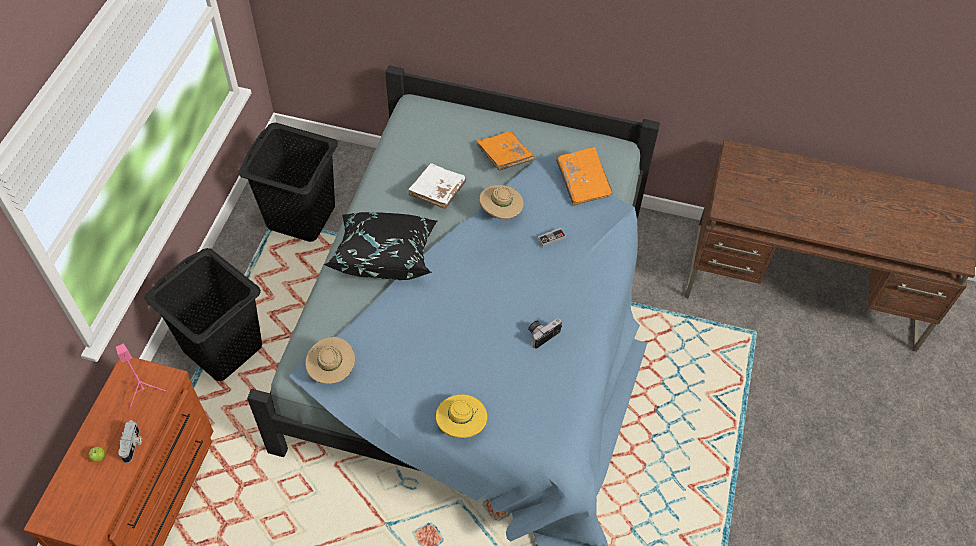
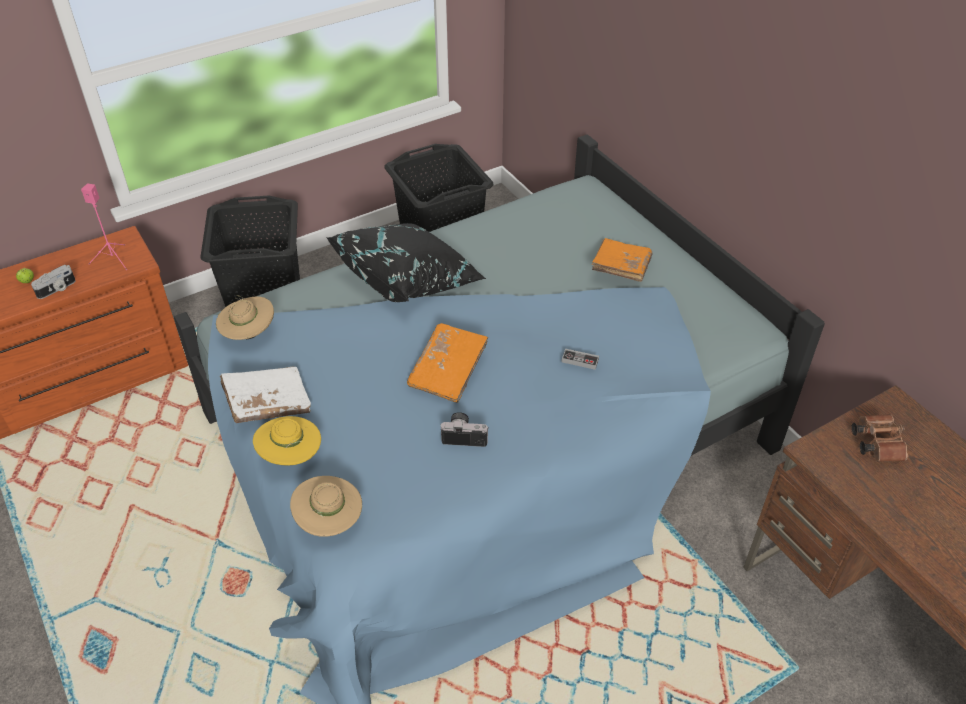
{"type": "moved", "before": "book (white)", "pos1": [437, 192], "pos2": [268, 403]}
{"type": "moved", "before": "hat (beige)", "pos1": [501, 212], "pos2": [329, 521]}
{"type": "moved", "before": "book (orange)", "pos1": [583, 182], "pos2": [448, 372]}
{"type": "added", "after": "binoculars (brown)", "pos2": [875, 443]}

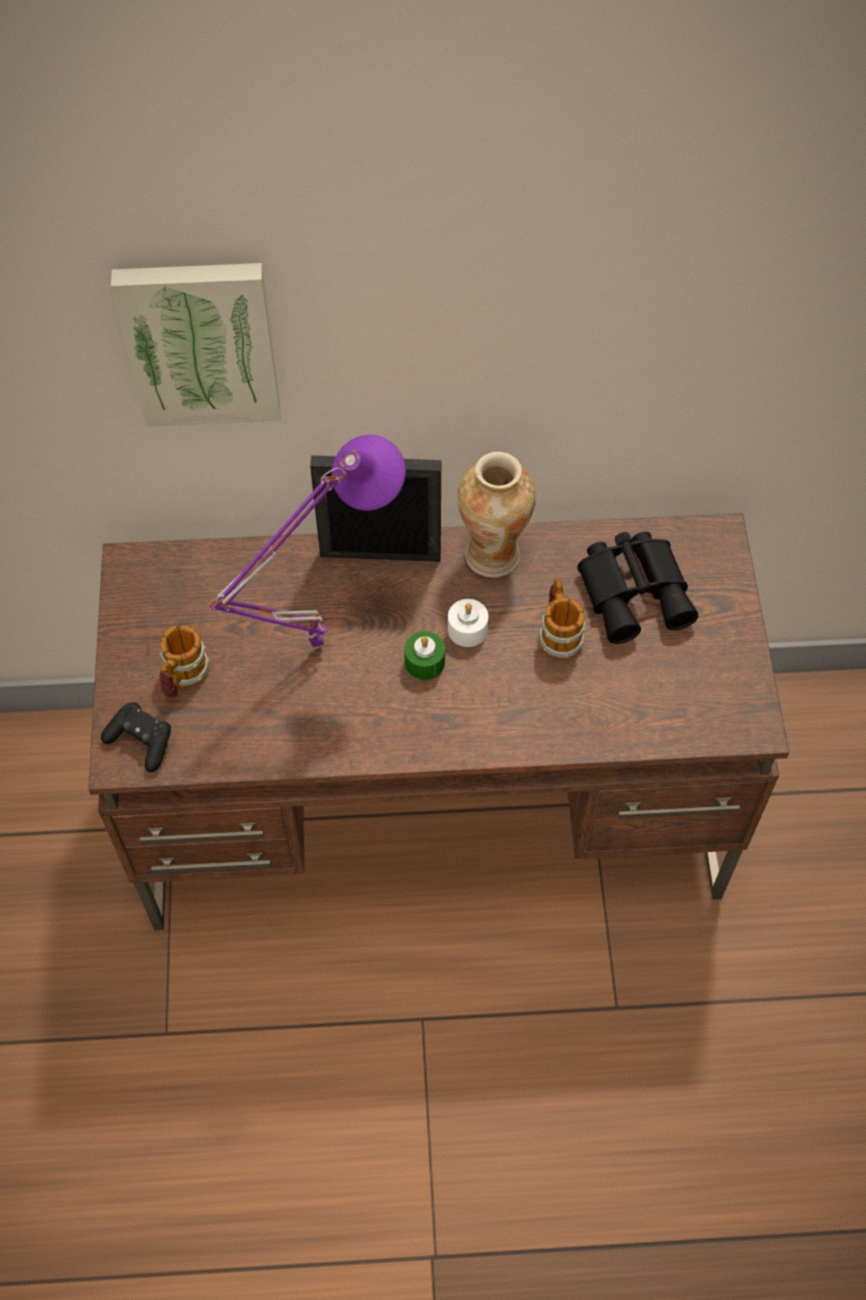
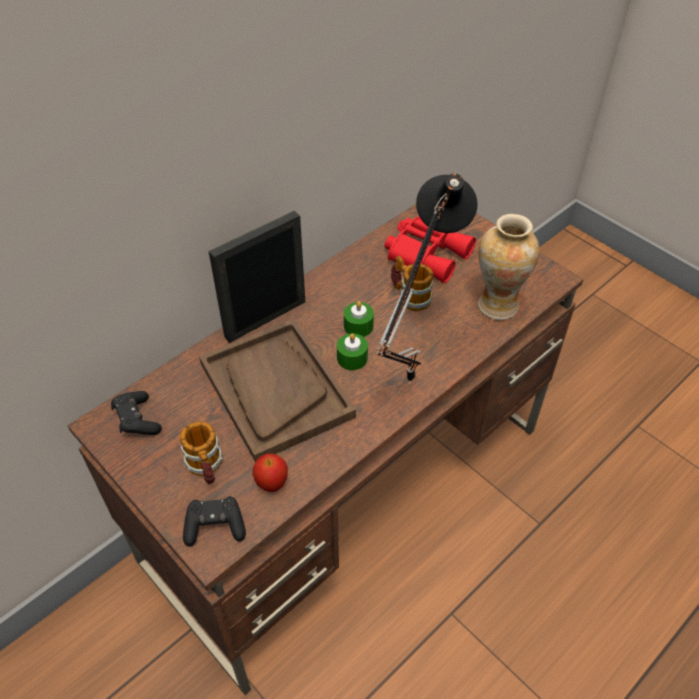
{"type": "added", "after": "game controller (black)", "pos2": [137, 420]}
{"type": "replaced", "before": "table lamp (purple)", "after": "tray (brown)", "pos1": [316, 643], "pos2": [275, 390]}
{"type": "added", "after": "apple", "pos2": [272, 484]}
{"type": "recoloured", "before": "candle (white)", "after": "candle (green)", "pos1": [467, 629], "pos2": [358, 326]}
{"type": "added", "after": "table lamp (black)", "pos2": [407, 379]}
{"type": "recoloured", "before": "binoculars (black)", "after": "binoculars (red)", "pos1": [636, 591], "pos2": [427, 253]}
{"type": "moved", "before": "vase", "pos1": [493, 554], "pos2": [497, 305]}
{"type": "removed", "before": "picture", "pos1": [200, 341]}

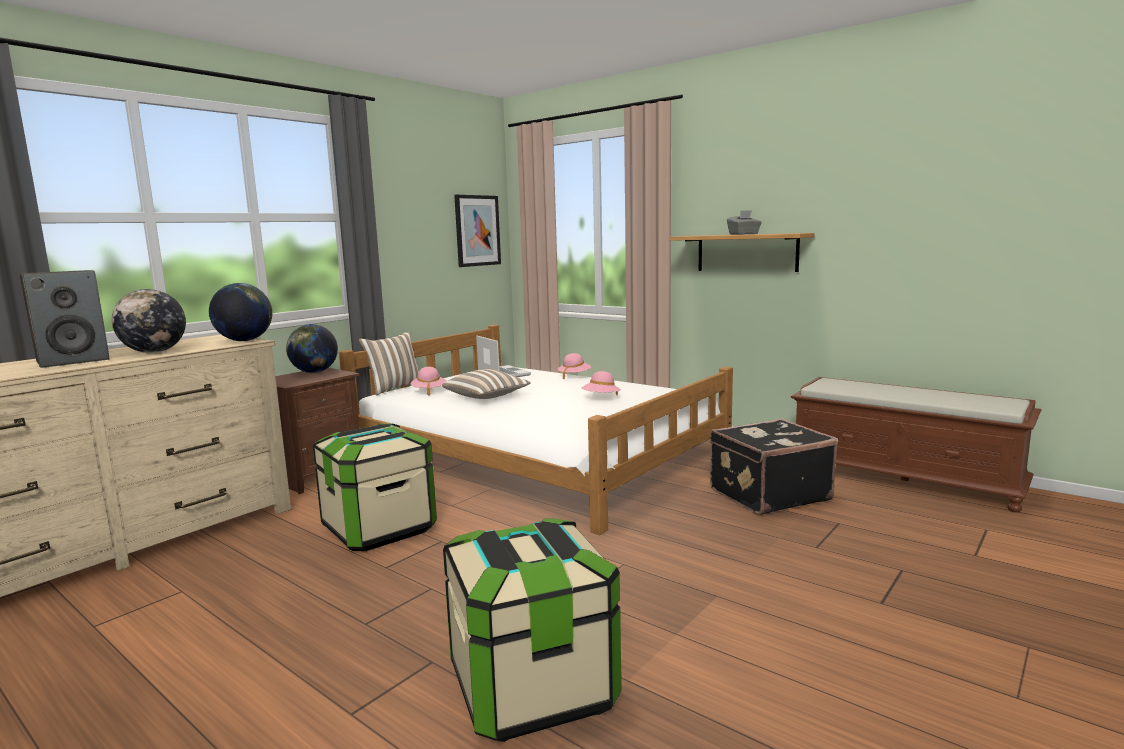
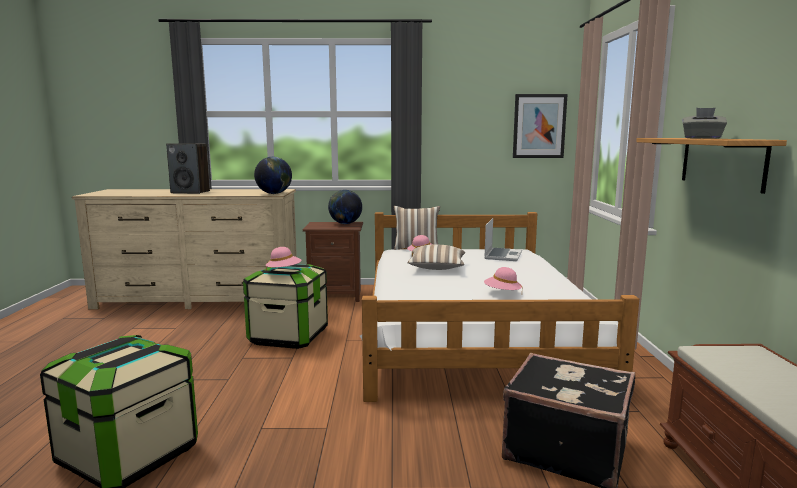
{"type": "moved", "before": "hat (pink)", "pos1": [574, 376], "pos2": [284, 271]}
{"type": "removed", "before": "globe", "pos1": [154, 352]}

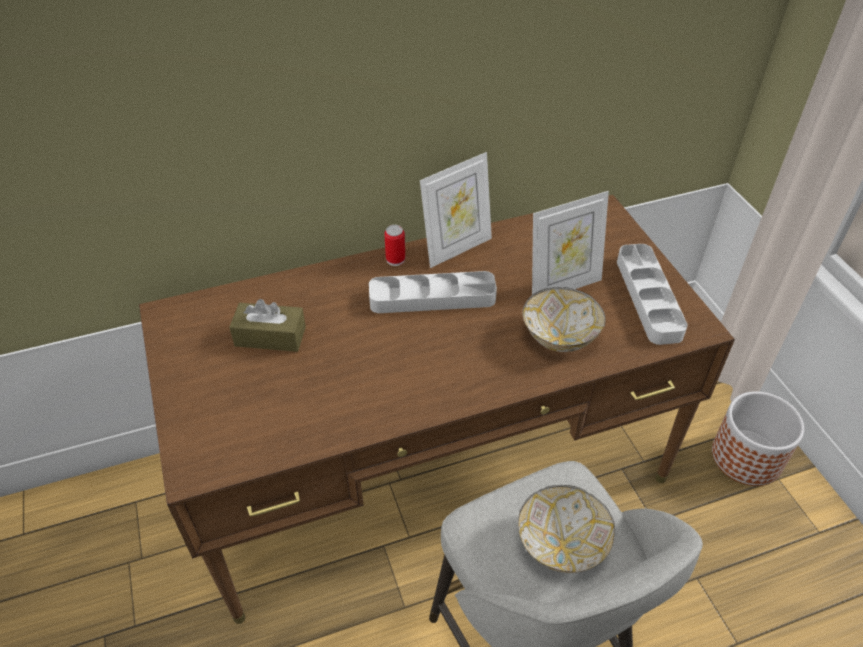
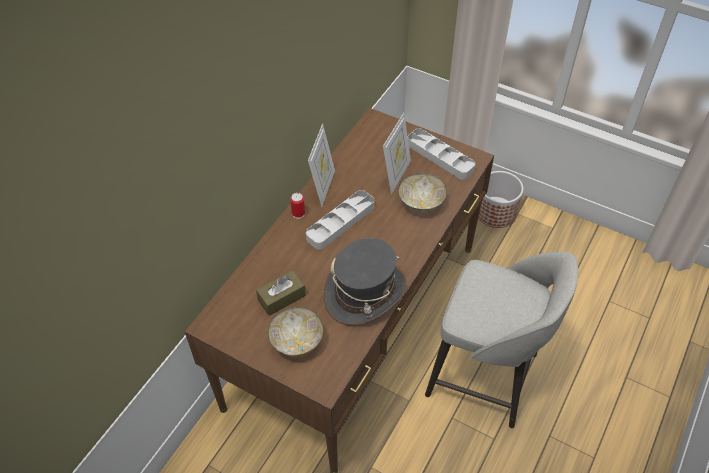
{"type": "moved", "before": "bowl", "pos1": [560, 545], "pos2": [296, 342]}
{"type": "added", "after": "hat (grey)", "pos2": [365, 293]}

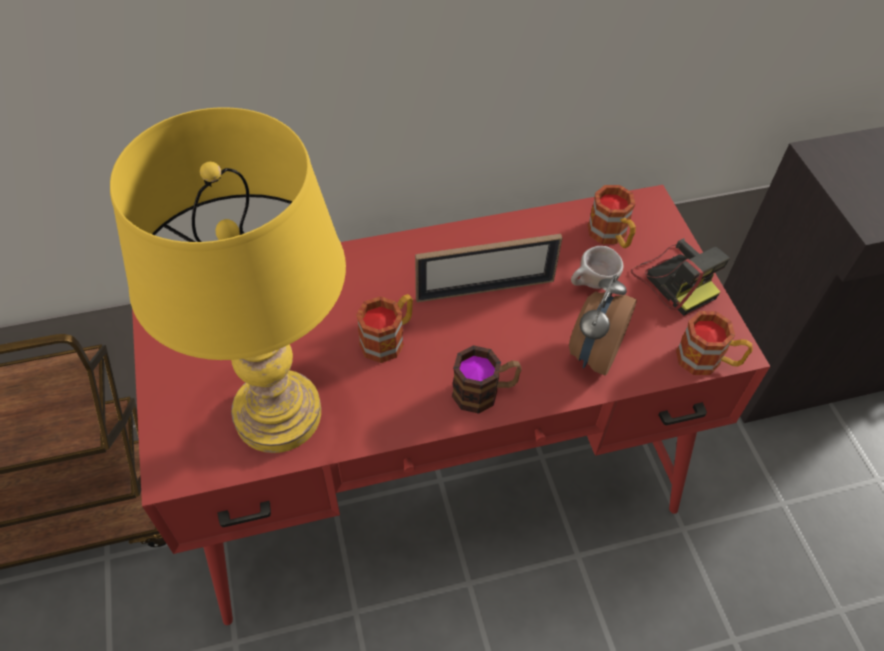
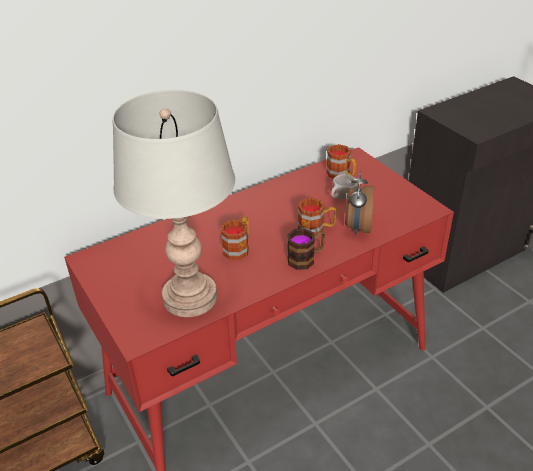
{"type": "recoloured", "before": "table lamp (yellow)", "after": "table lamp (grey)", "pos1": [278, 415], "pos2": [190, 298]}
{"type": "moved", "before": "mug", "pos1": [707, 360], "pos2": [316, 229]}
{"type": "removed", "before": "picture frame", "pos1": [485, 289]}
{"type": "removed", "before": "photo camera", "pos1": [674, 280]}

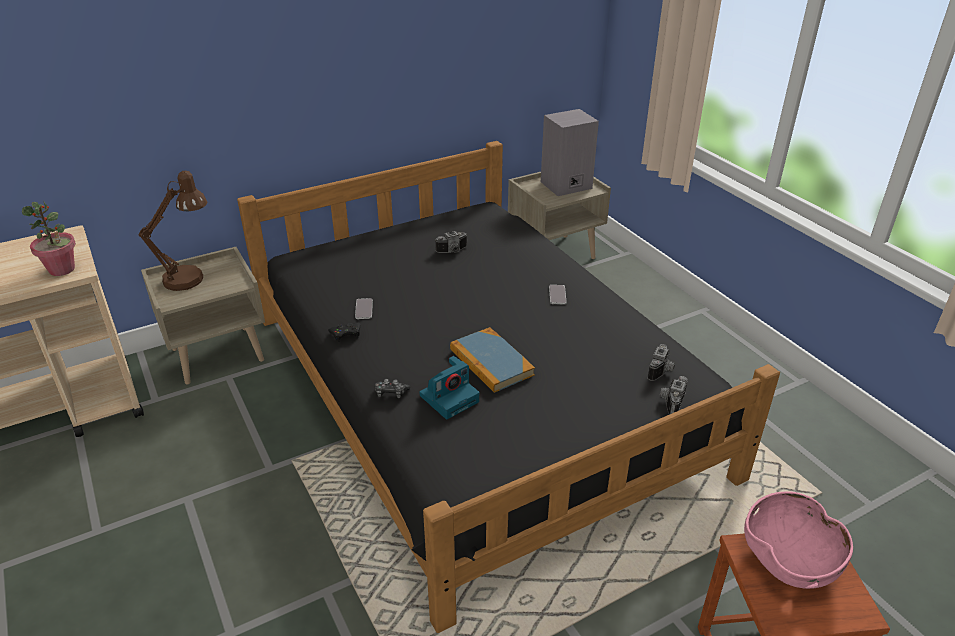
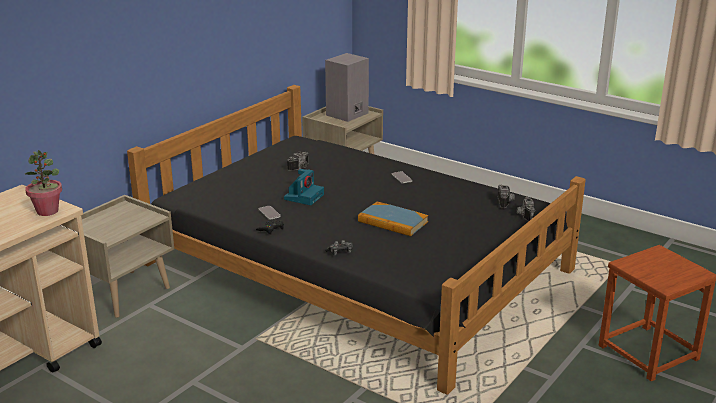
{"type": "moved", "before": "photo camera", "pos1": [450, 397], "pos2": [304, 196]}
{"type": "removed", "before": "table lamp (brown)", "pos1": [190, 276]}
{"type": "removed", "before": "bowl (pink)", "pos1": [789, 560]}

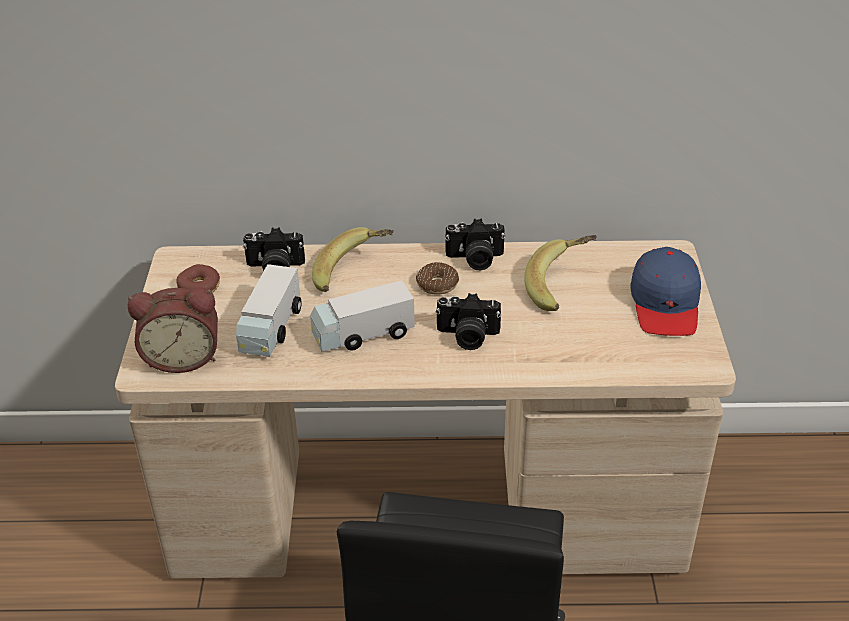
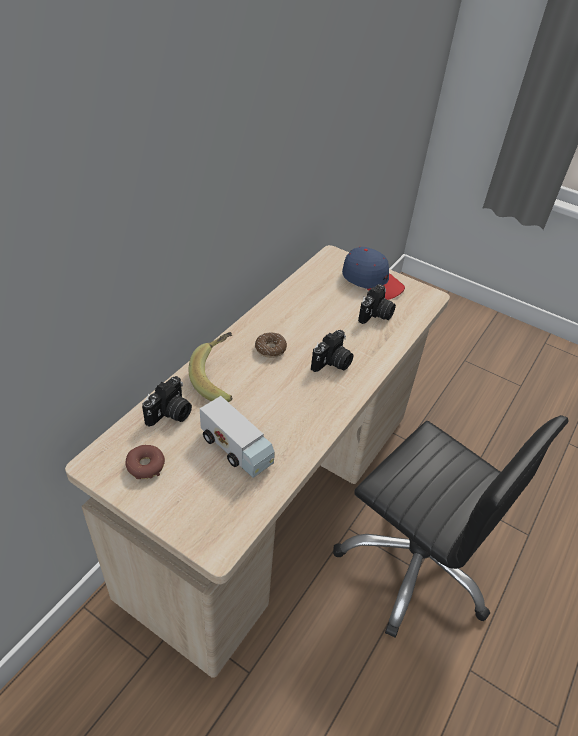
{"type": "moved", "before": "photo camera", "pos1": [475, 259], "pos2": [376, 315]}
{"type": "removed", "before": "alarm clock", "pos1": [183, 357]}
{"type": "removed", "before": "toy truck", "pos1": [363, 334]}
{"type": "removed", "before": "banana", "pos1": [562, 287]}

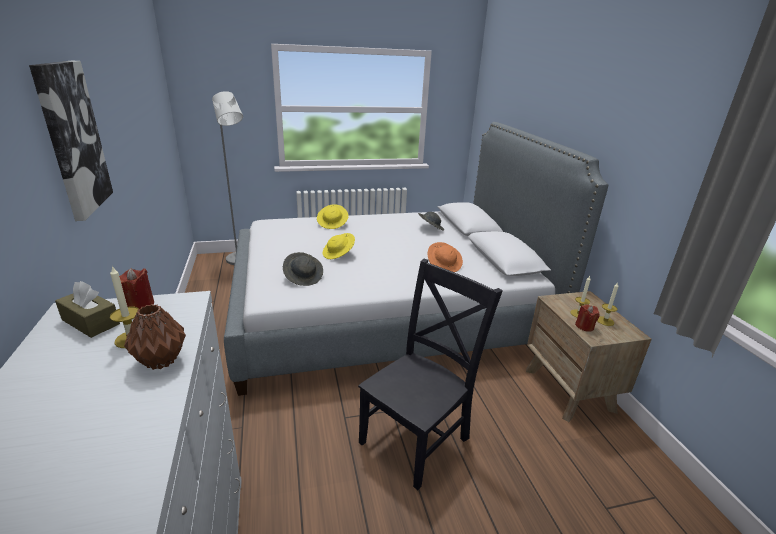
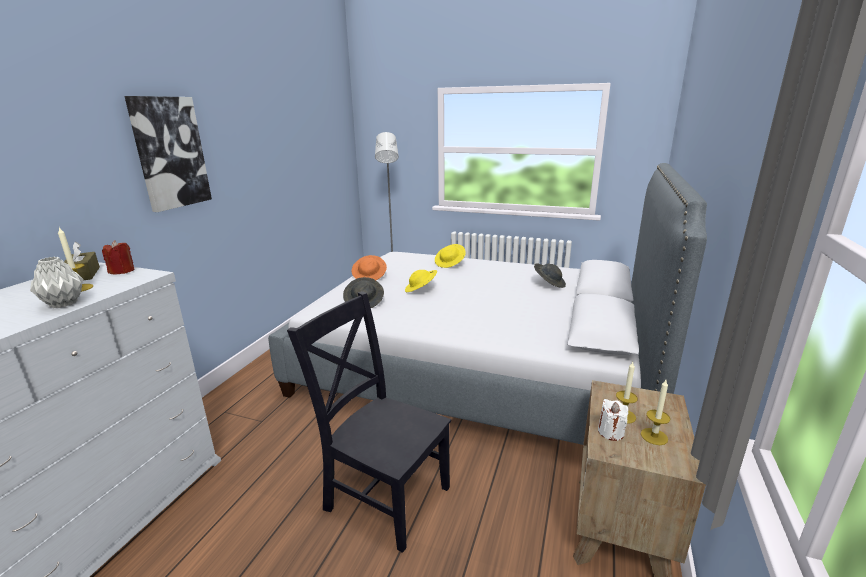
{"type": "recoloured", "before": "vase (brown)", "after": "vase (grey)", "pos1": [161, 361], "pos2": [63, 304]}
{"type": "turned", "before": "chair (black)", "pos1": [417, 437], "pos2": [384, 495], "turn": -135}
{"type": "moved", "before": "hat (orange)", "pos1": [444, 265], "pos2": [370, 276]}
{"type": "recoloured", "before": "candle (red)", "after": "candle (white)", "pos1": [584, 326], "pos2": [610, 432]}

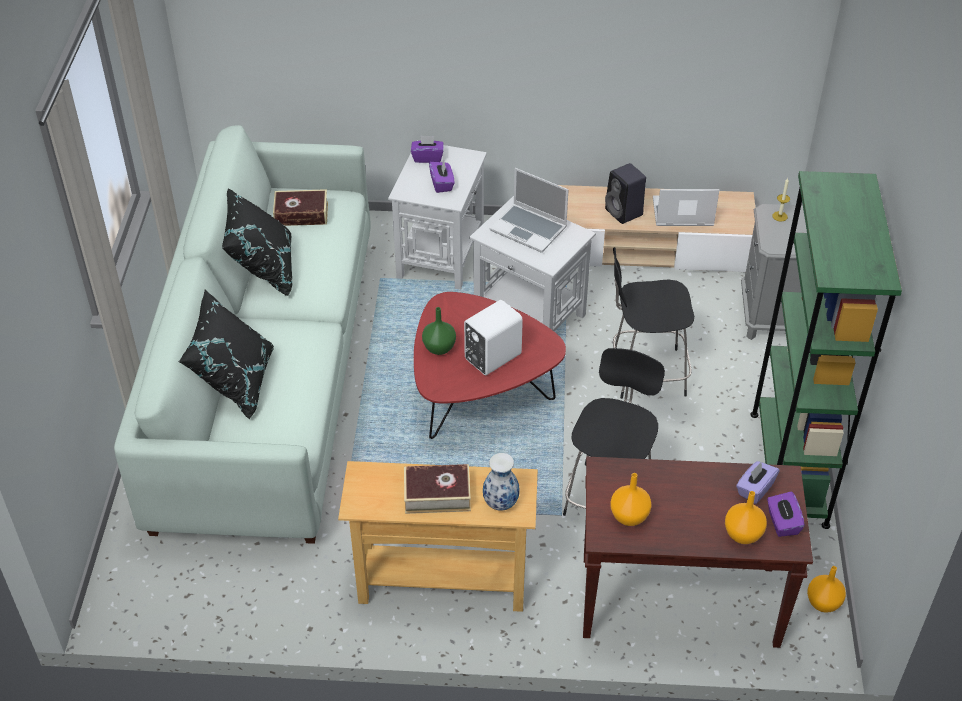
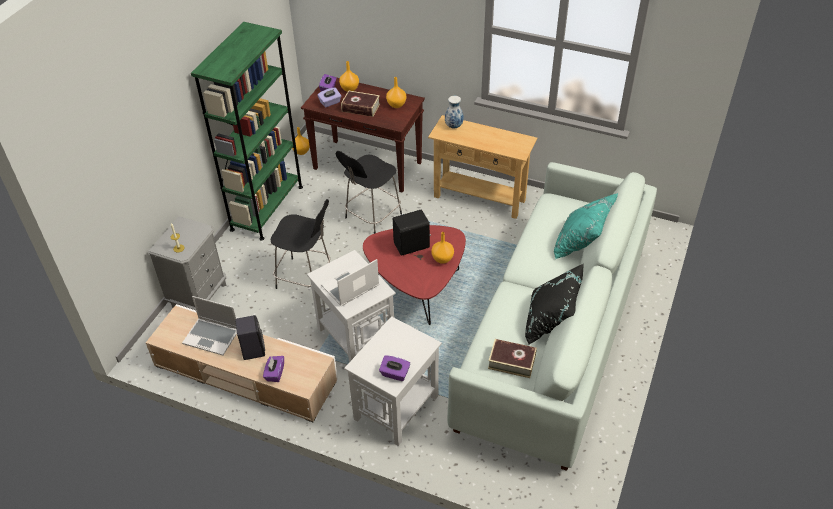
{"type": "moved", "before": "tissue box (purple)", "pos1": [442, 184], "pos2": [275, 373]}
{"type": "turned", "before": "laptop", "pos1": [529, 229], "pos2": [350, 287], "turn": -90}
{"type": "moved", "before": "book", "pos1": [437, 494], "pos2": [361, 108]}
{"type": "recoloured", "before": "speaker (white)", "after": "speaker (black)", "pos1": [491, 356], "pos2": [412, 246]}
{"type": "recoloured", "before": "vase (green)", "after": "vase (orange)", "pos1": [438, 348], "pos2": [442, 259]}
{"type": "recoloured", "before": "pillow (black)", "after": "pillow (turquoise)", "pos1": [234, 381], "pos2": [581, 244]}

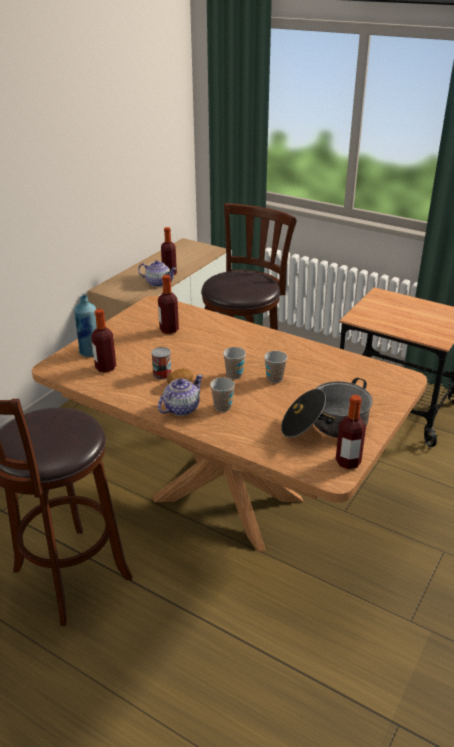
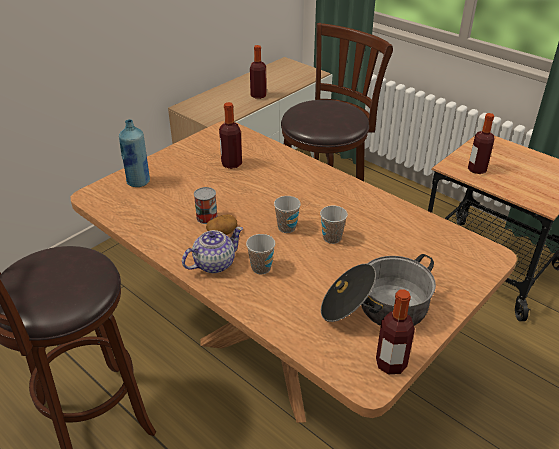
{"type": "moved", "before": "bottle", "pos1": [106, 368], "pos2": [476, 169]}
{"type": "removed", "before": "teapot", "pos1": [158, 283]}

